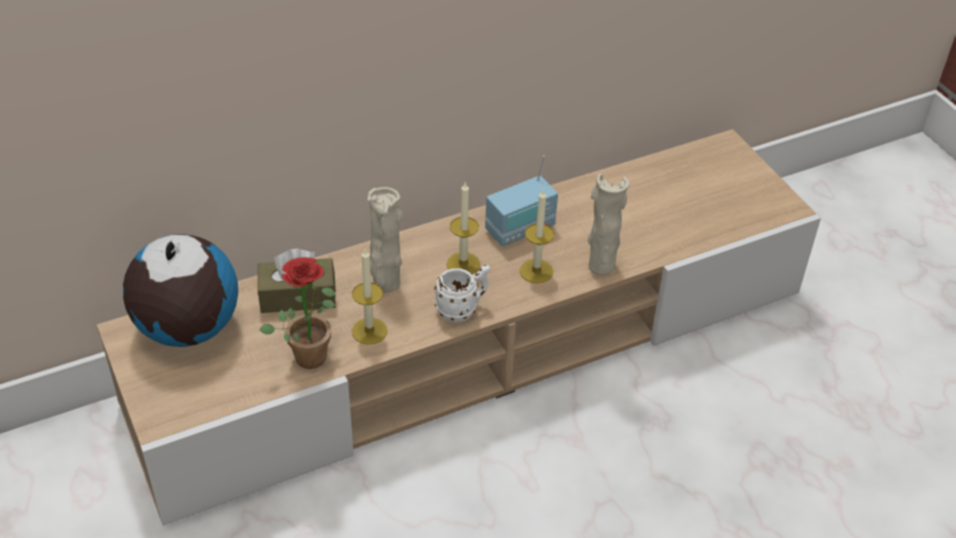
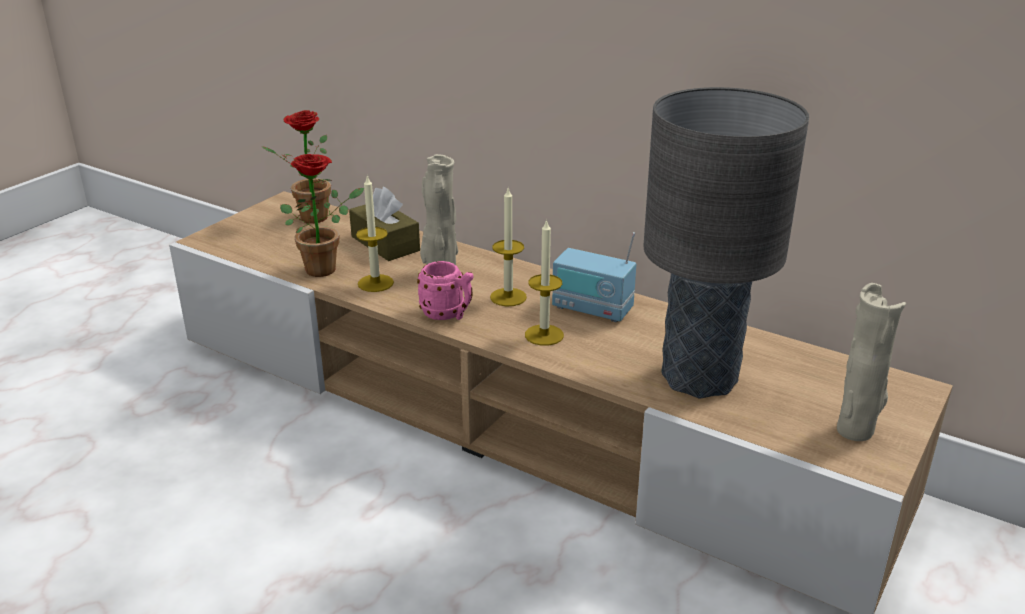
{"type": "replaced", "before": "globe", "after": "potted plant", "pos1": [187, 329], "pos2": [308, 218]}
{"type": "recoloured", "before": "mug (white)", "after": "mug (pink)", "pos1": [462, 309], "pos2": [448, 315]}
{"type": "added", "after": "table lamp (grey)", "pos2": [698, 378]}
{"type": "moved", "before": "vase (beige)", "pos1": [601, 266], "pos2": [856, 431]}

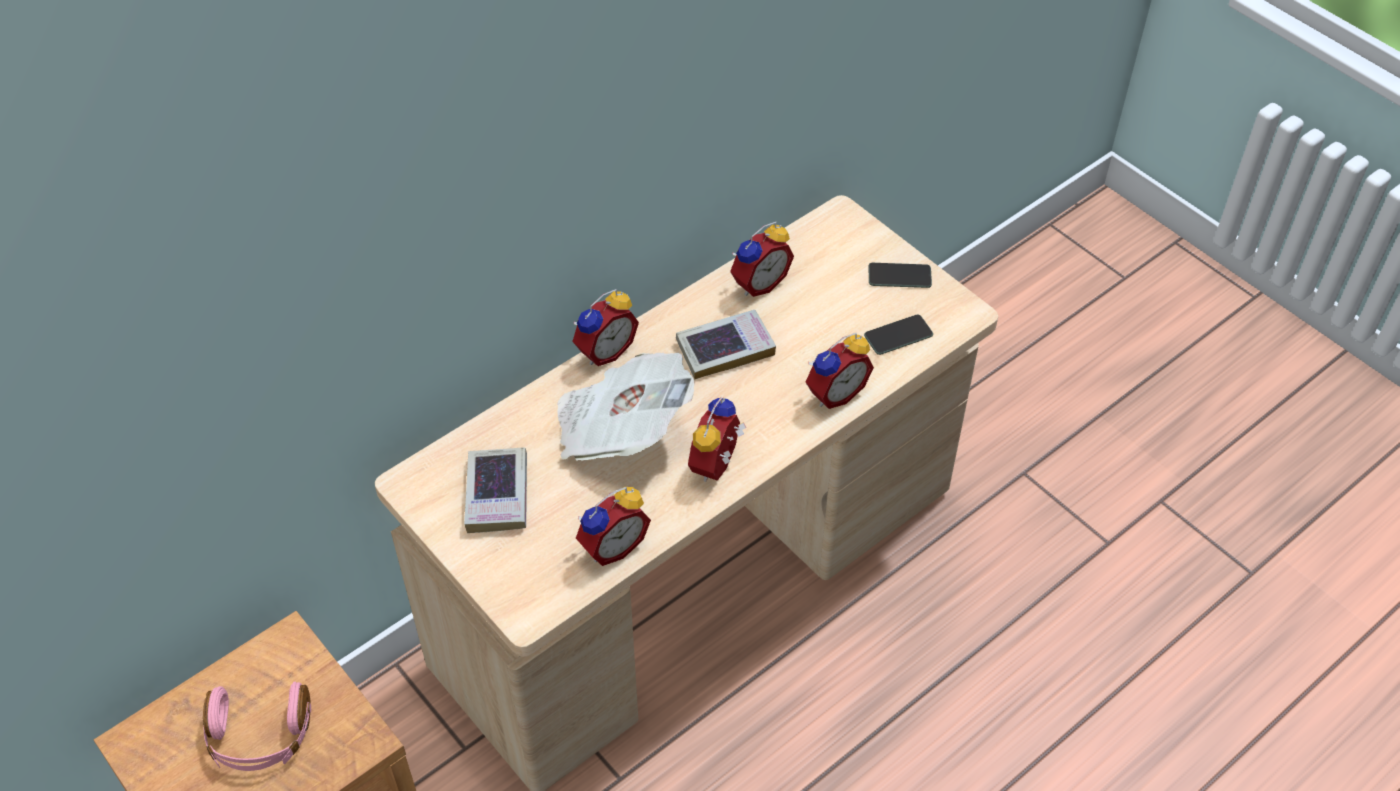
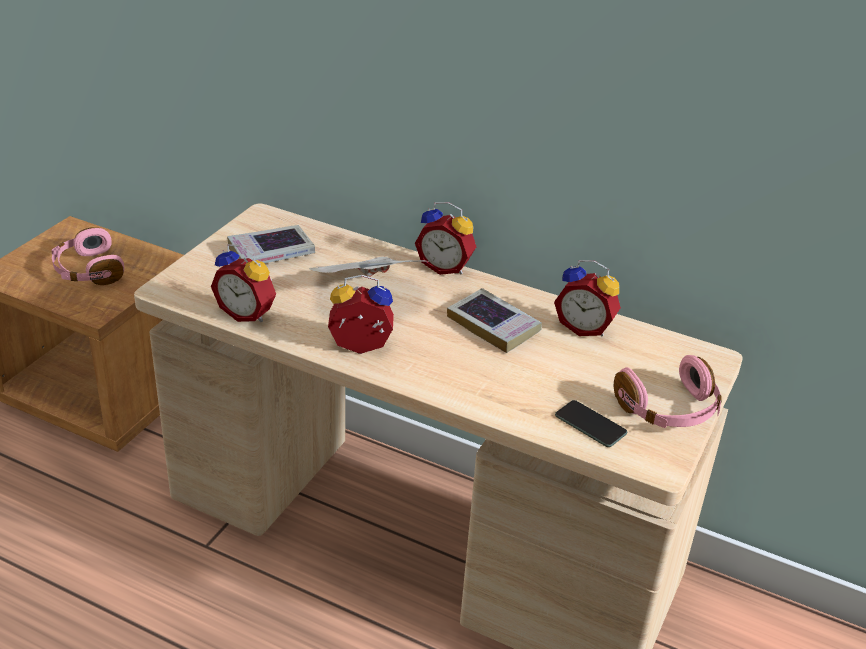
{"type": "replaced", "before": "phone", "after": "headphones (pink)", "pos1": [899, 276], "pos2": [669, 410]}
{"type": "removed", "before": "alarm clock", "pos1": [834, 392]}

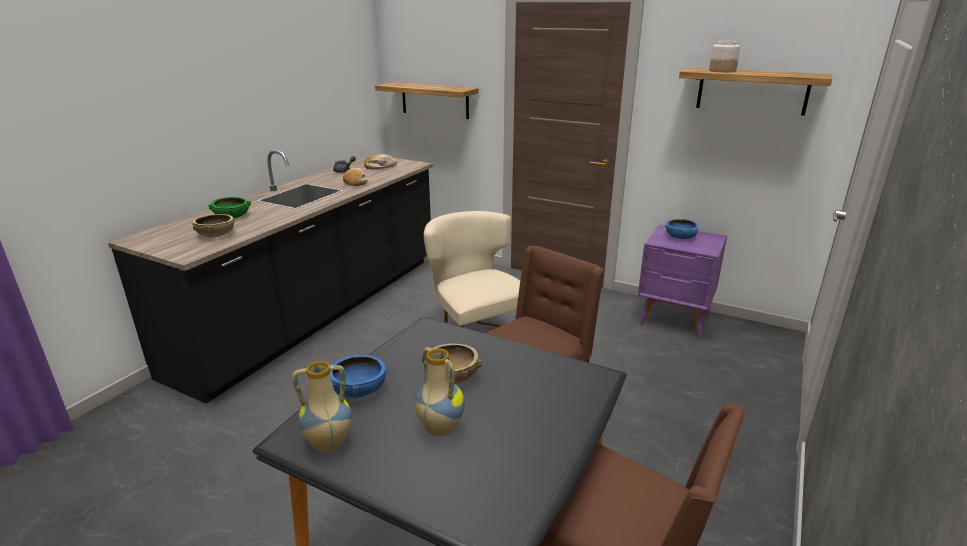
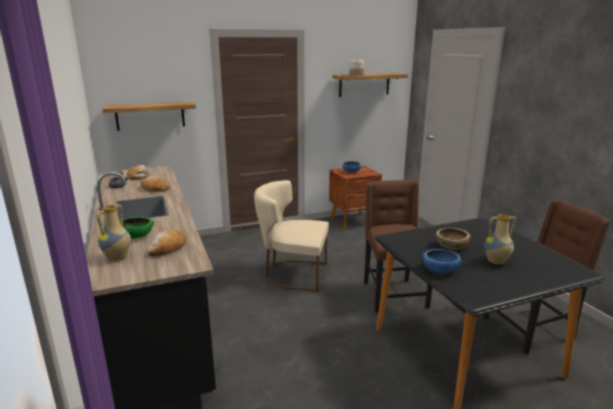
{"type": "moved", "before": "vase", "pos1": [328, 445], "pos2": [118, 258]}
{"type": "replaced", "before": "bowl (brown)", "after": "bread", "pos1": [215, 235], "pos2": [168, 248]}
{"type": "recoloured", "before": "nightstand (purple)", "after": "nightstand (brown)", "pos1": [675, 320], "pos2": [353, 221]}

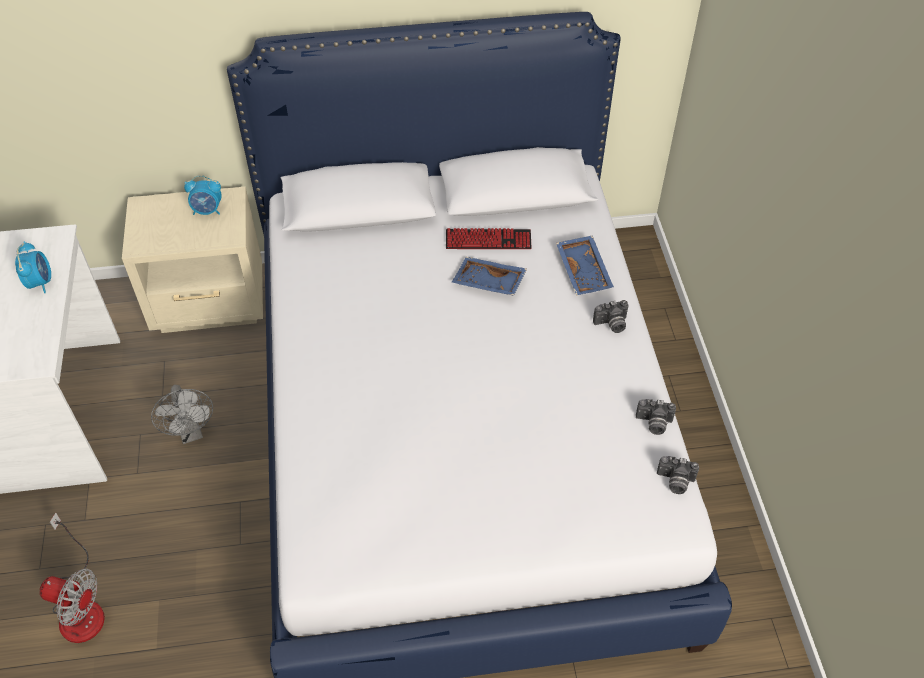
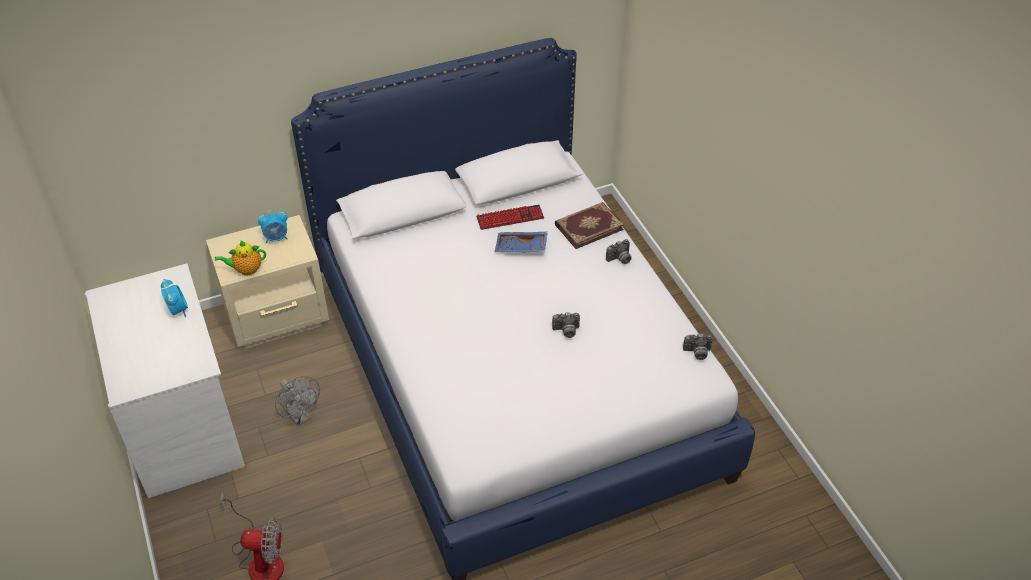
{"type": "added", "after": "teapot", "pos2": [246, 270]}
{"type": "moved", "before": "photo camera", "pos1": [653, 424], "pos2": [566, 331]}
{"type": "replaced", "before": "tray (blue)", "after": "book", "pos1": [584, 271], "pos2": [588, 226]}

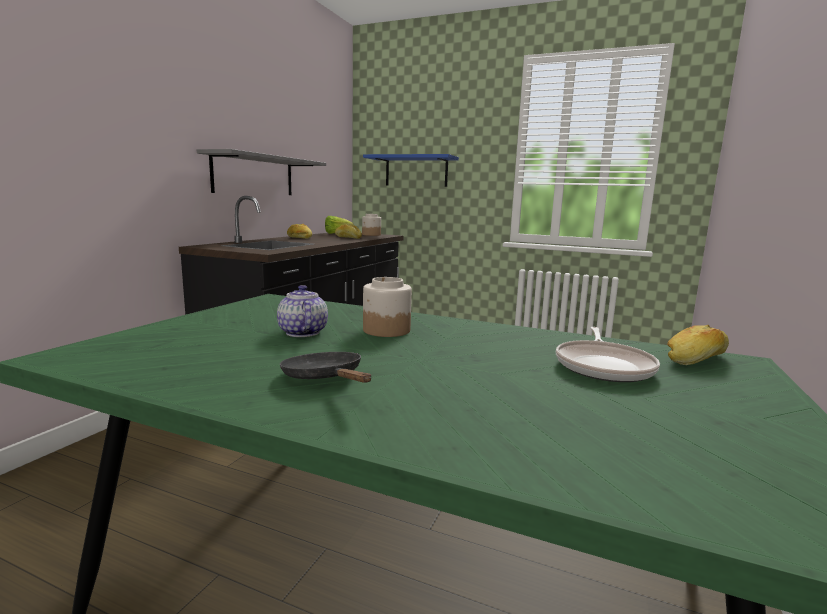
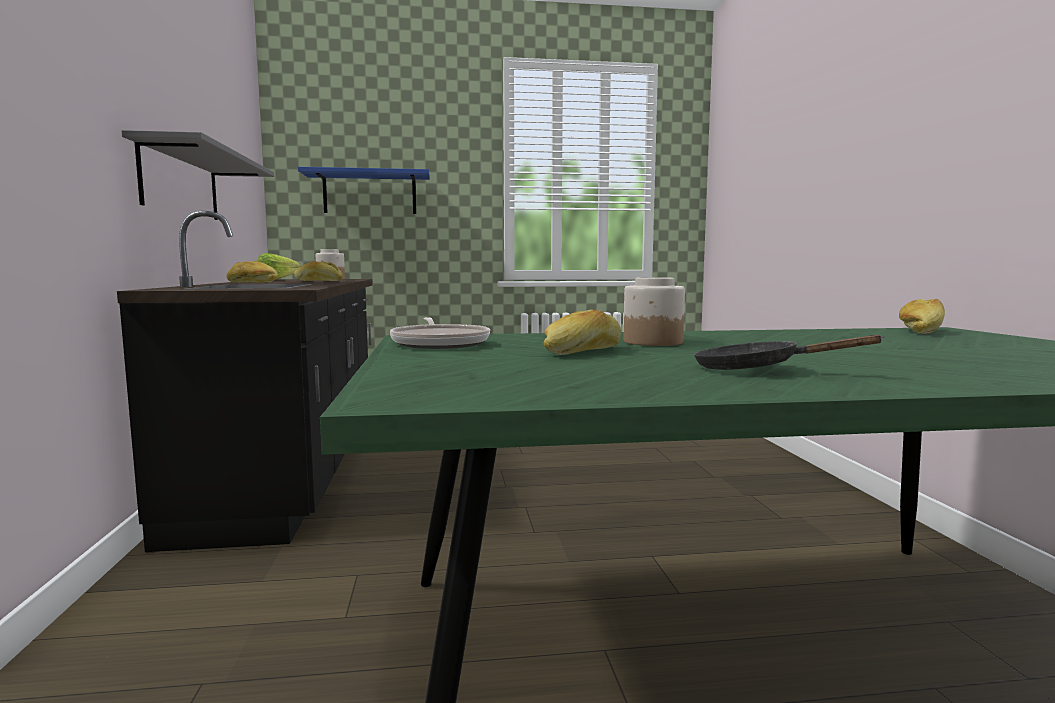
{"type": "moved", "before": "frying pan", "pos1": [604, 366], "pos2": [440, 343]}
{"type": "replaced", "before": "teapot", "after": "bread", "pos1": [302, 332], "pos2": [583, 351]}

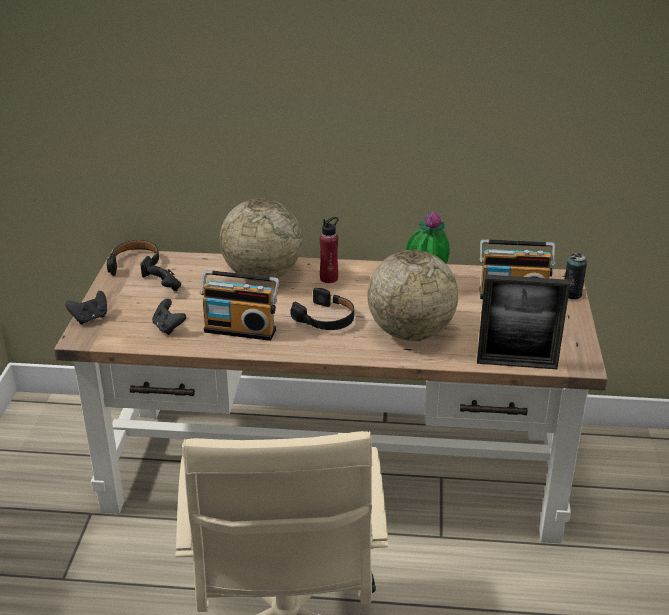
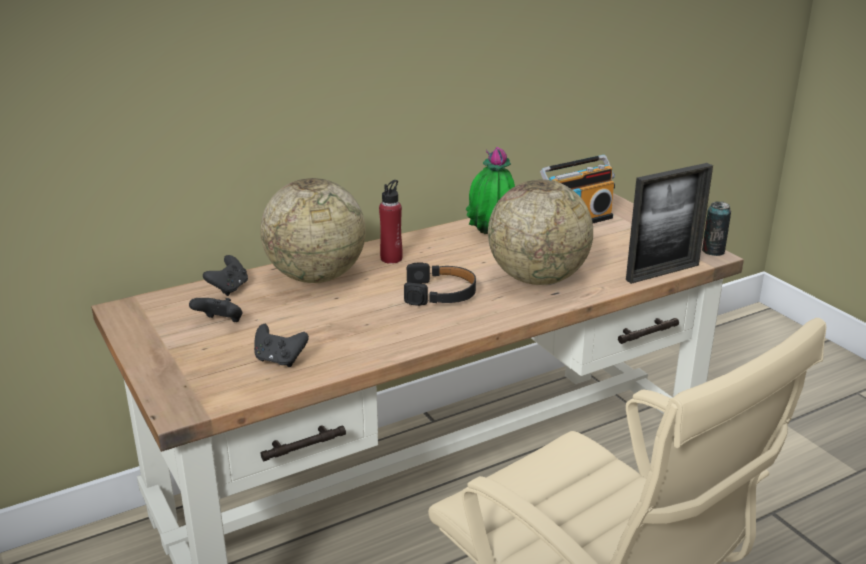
{"type": "moved", "before": "game controller (black)", "pos1": [90, 318], "pos2": [229, 288]}
{"type": "moved", "before": "can", "pos1": [572, 294], "pos2": [713, 251]}
{"type": "removed", "before": "headphones (black)", "pos1": [135, 264]}
{"type": "removed", "before": "radio", "pos1": [241, 329]}

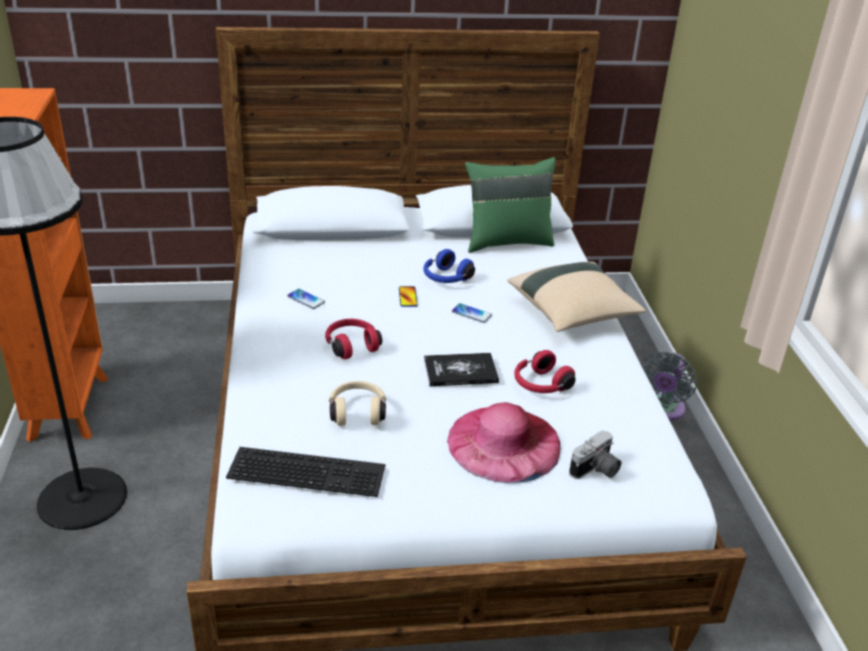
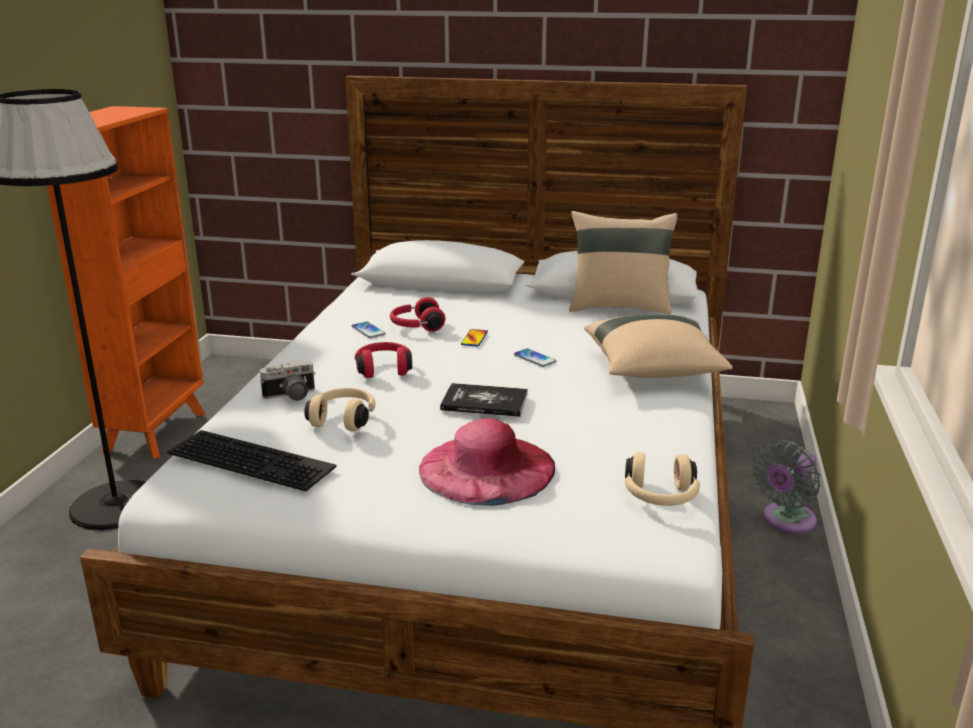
{"type": "moved", "before": "photo camera", "pos1": [596, 470], "pos2": [290, 396]}
{"type": "moved", "before": "headphones (red)", "pos1": [540, 385], "pos2": [416, 327]}
{"type": "recoloured", "before": "pillow (green)", "after": "pillow (beige)", "pos1": [507, 241], "pos2": [619, 307]}
{"type": "added", "after": "headphones (beige)", "pos2": [660, 497]}
{"type": "removed", "before": "headphones (blue)", "pos1": [446, 278]}

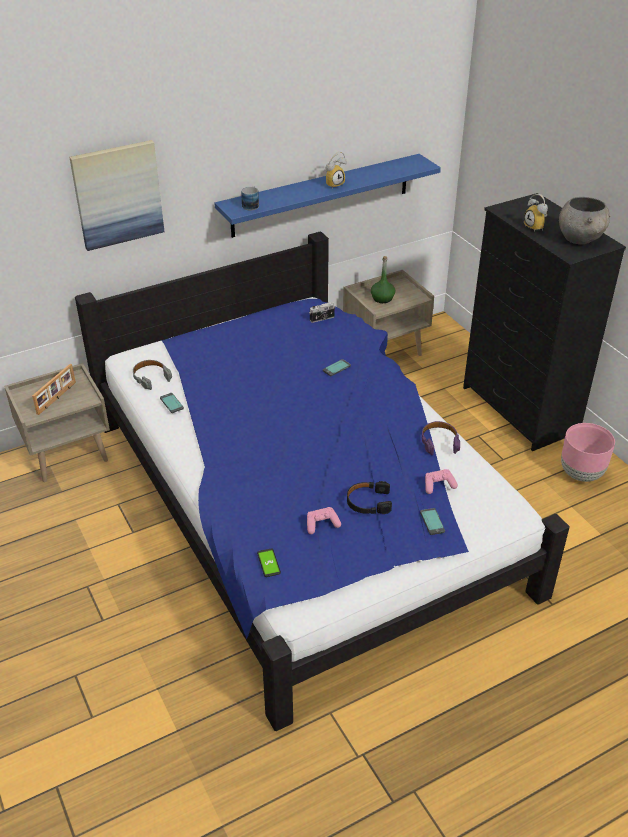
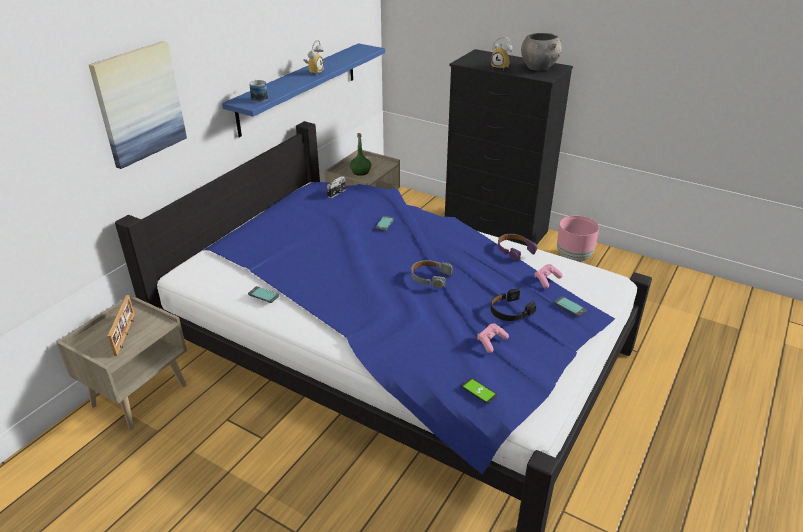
{"type": "moved", "before": "headphones (grey)", "pos1": [151, 377], "pos2": [430, 277]}

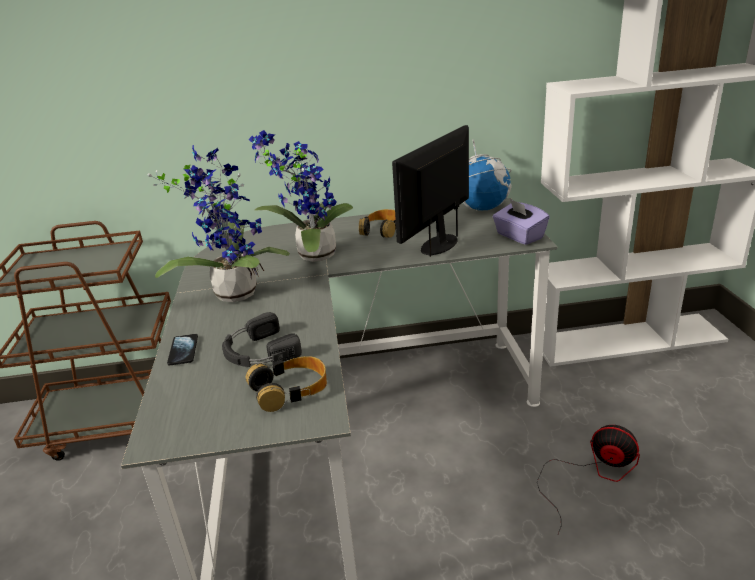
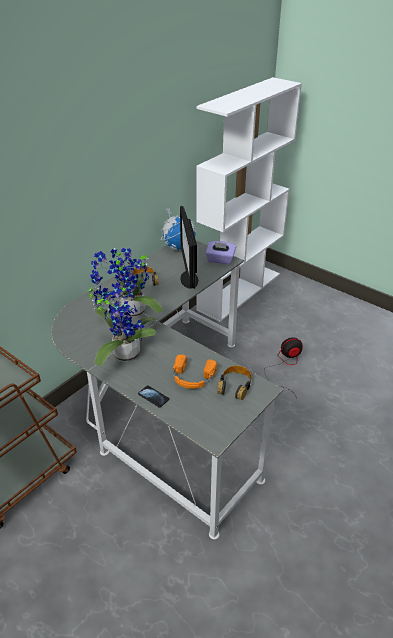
{"type": "recoloured", "before": "headphones (black)", "after": "headphones (orange)", "pos1": [258, 352], "pos2": [192, 377]}

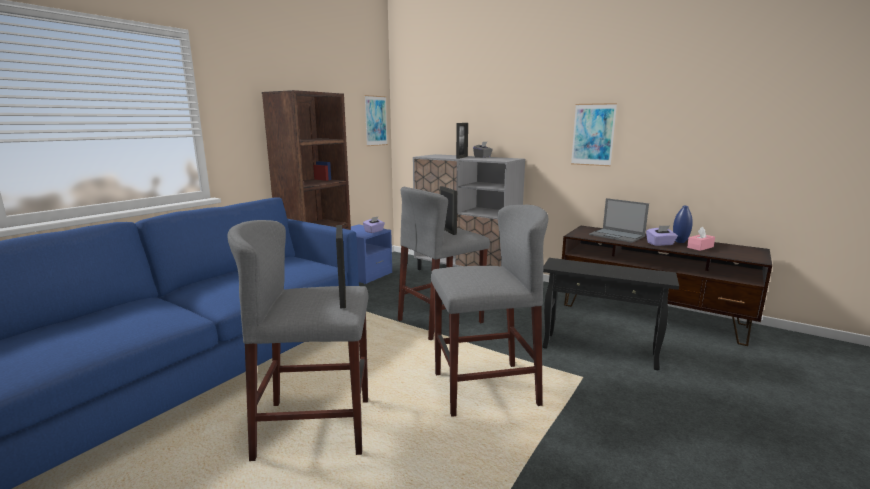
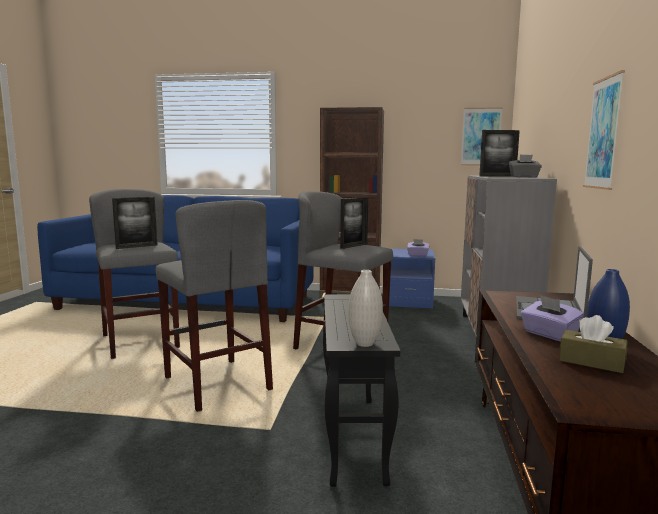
{"type": "added", "after": "vase (white)", "pos2": [364, 344]}
{"type": "recoloured", "before": "tissue box (pink)", "after": "tissue box (brown)", "pos1": [700, 247], "pos2": [591, 362]}

